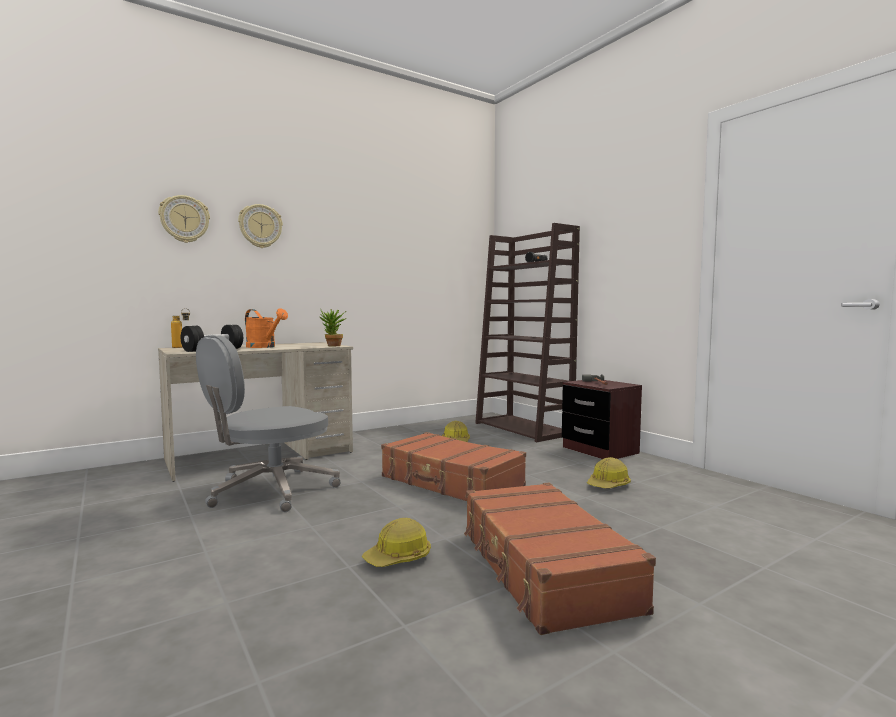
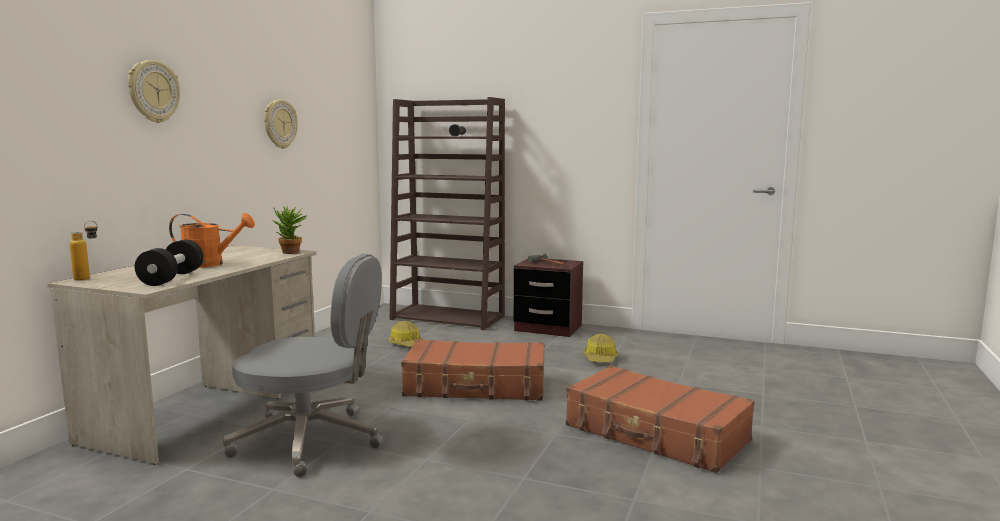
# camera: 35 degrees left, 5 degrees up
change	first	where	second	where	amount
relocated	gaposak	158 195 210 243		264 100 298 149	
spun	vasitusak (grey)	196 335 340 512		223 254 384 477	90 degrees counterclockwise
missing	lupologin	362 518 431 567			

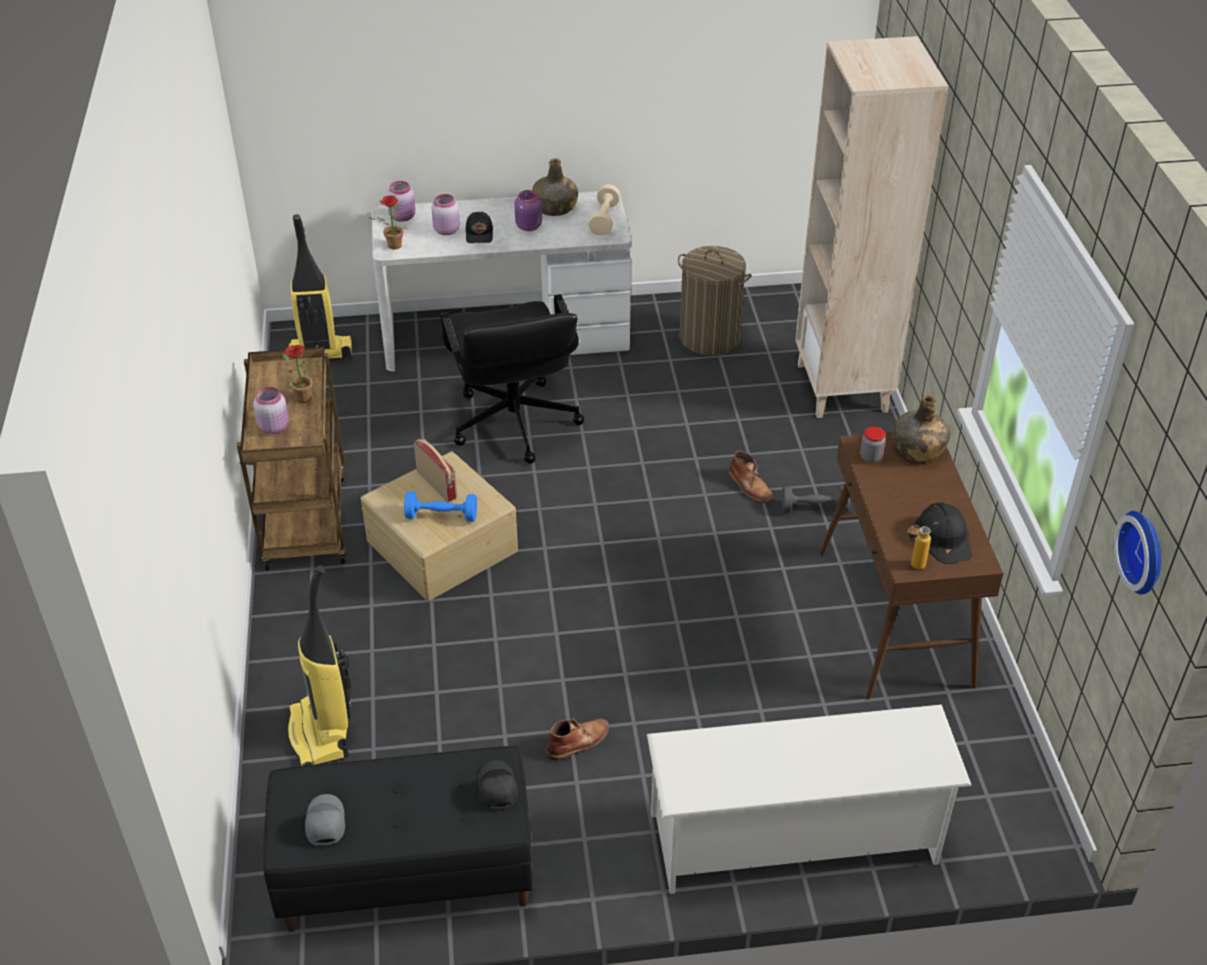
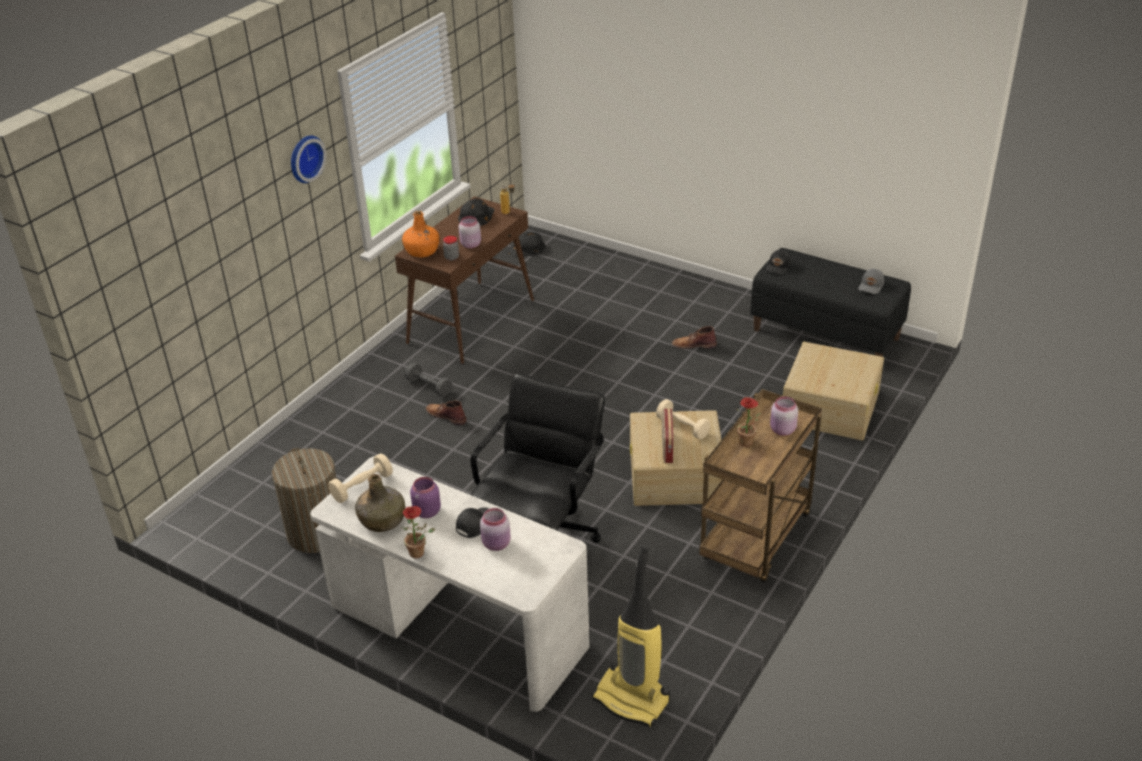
# camera: 140 degrees left, 5 degrees down
change	first	where	second	where	amount
exchanged	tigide	287 565 351 766	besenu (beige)	783 342 884 440	
relocated	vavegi	370 195 409 249		403 506 435 558	
relocated	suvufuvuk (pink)	387 181 415 222		458 216 481 248	
colour	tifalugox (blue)	404 491 477 522	tifalugox (beige)	656 399 710 439	
missing	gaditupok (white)	647 705 972 894			
spun	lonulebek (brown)	728 450 774 503		426 401 467 425	60 degrees counterclockwise
missing	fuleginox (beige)	795 36 948 418			
colour	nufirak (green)	893 395 950 462	nufirak (orange)	402 211 439 258	
relocated	gaposak	1114 511 1161 595		291 136 326 183	
appeared			lupologin (black)	507 232 546 257	

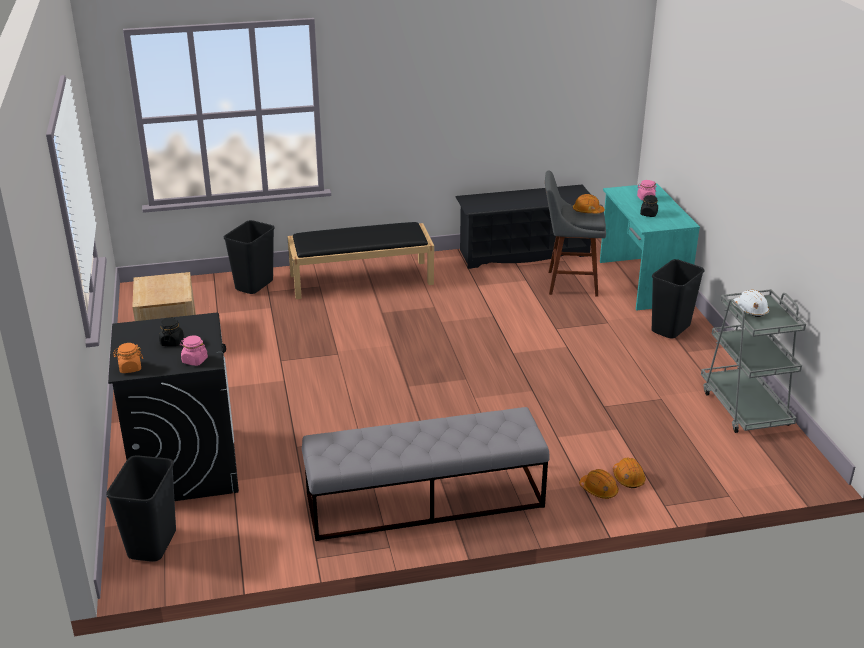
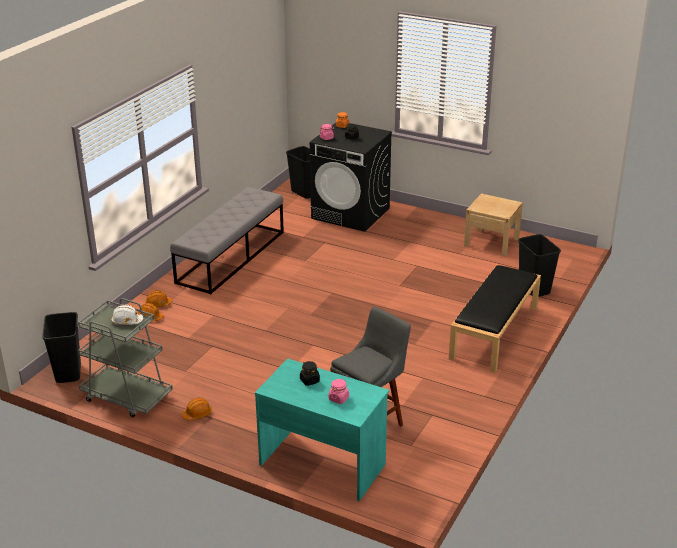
# camera: 130 degrees right, 0 degrees up
change	first	where	second	where	amount
missing	gaditupok (black)	456 185 591 269			
relocated	lupologin (orange)	573 194 605 213		182 398 212 421	
relocated	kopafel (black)	652 259 704 338		42 312 81 383	

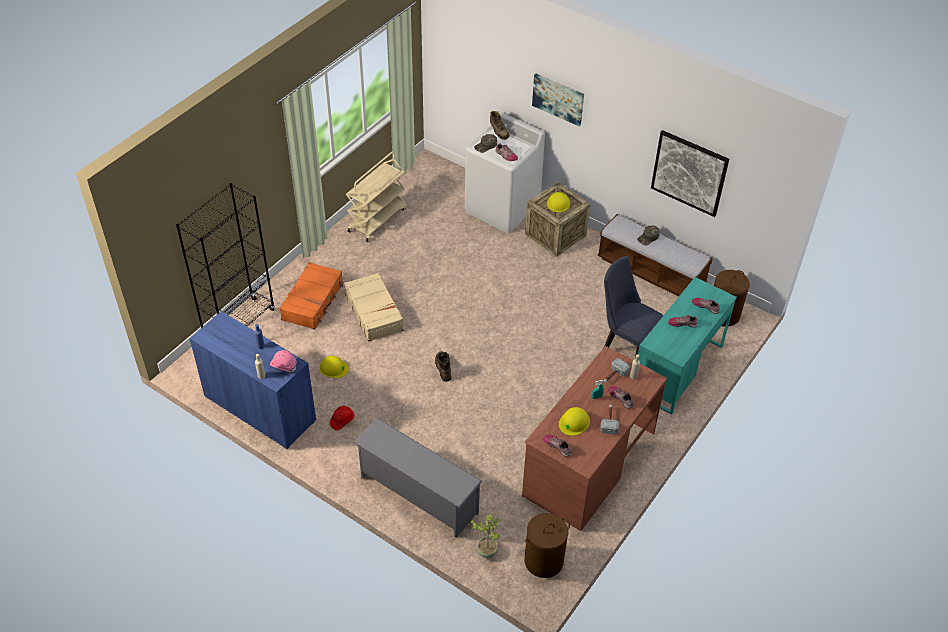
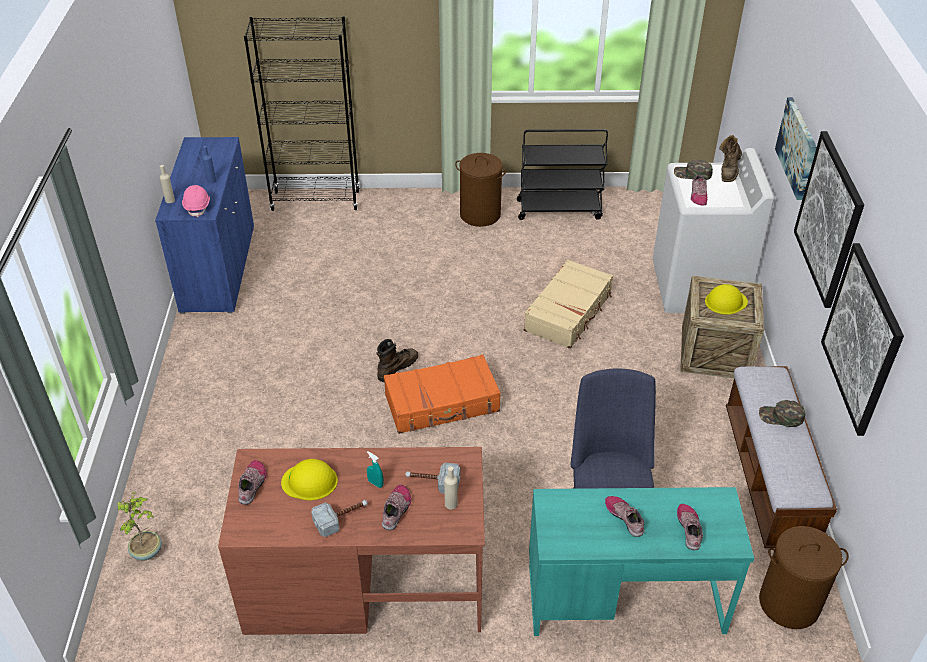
# camera: 55 degrees right, 5 degrees down
change	first	where	second	where	amount
relocated	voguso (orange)	279 262 343 330		384 355 501 434	
missing	lupologin (yellow)	319 356 349 378			
missing	lupologin (red)	330 406 355 430			
relocated	voguso (beige)	344 273 404 342		524 259 613 349	
colour	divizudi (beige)	346 151 406 242	divizudi (black)	517 129 608 220	
missing	gaditupok (grey)	353 418 482 538			
relocated	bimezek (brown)	524 513 570 578		455 153 506 227	
appeared			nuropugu	794 131 864 308	

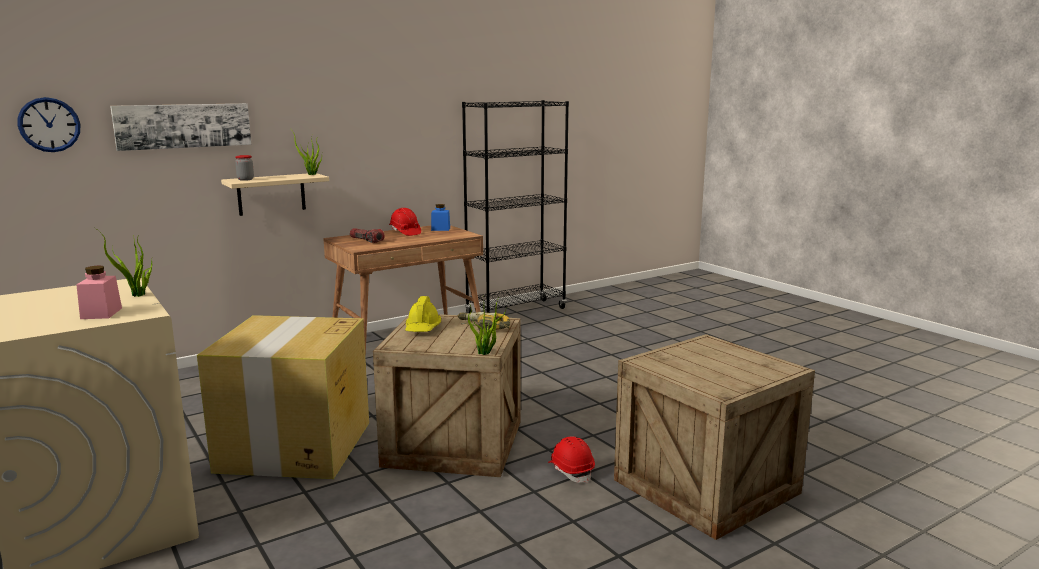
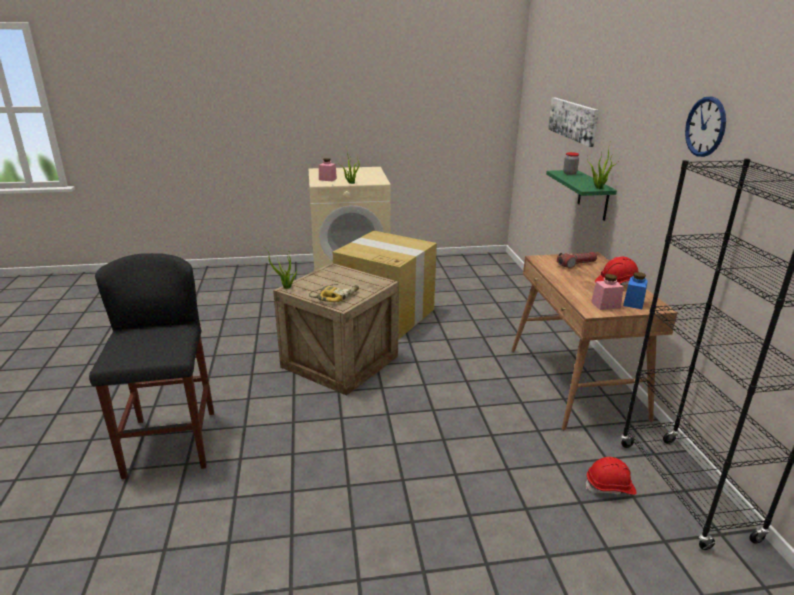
# camera: 115 degrees right, 10 degrees up
change	first	where	second	where	amount
relocated	gaposak	18 97 80 152		685 97 726 157	
colour	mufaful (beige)	221 173 329 216	mufaful (green)	546 170 617 221	
missing	lupologin (yellow)	405 296 441 332			
relocated	lupologin (red)	548 436 595 483		586 457 636 495	
exchanged	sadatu	614 334 815 540	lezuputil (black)	89 253 214 479	
appeared			suvufuvuk (pink)	591 274 624 310	

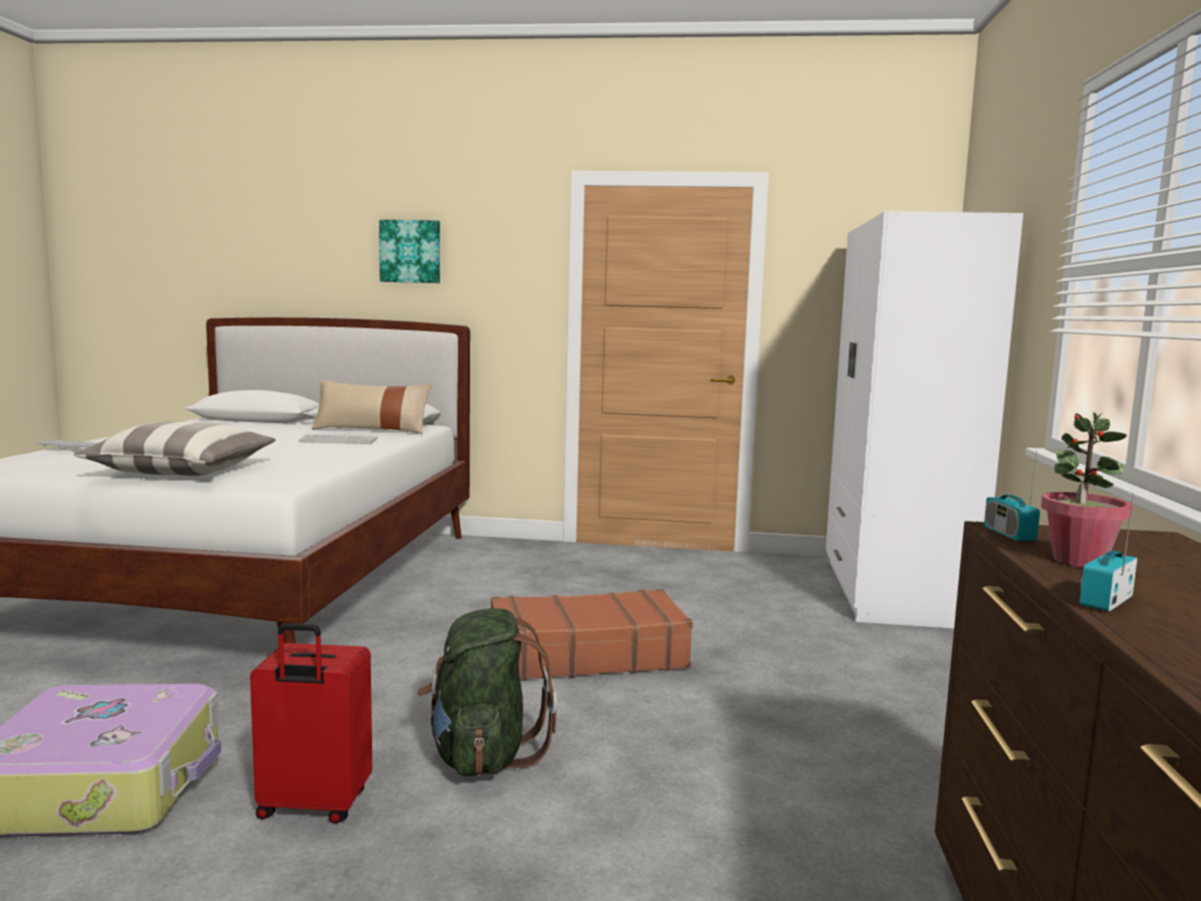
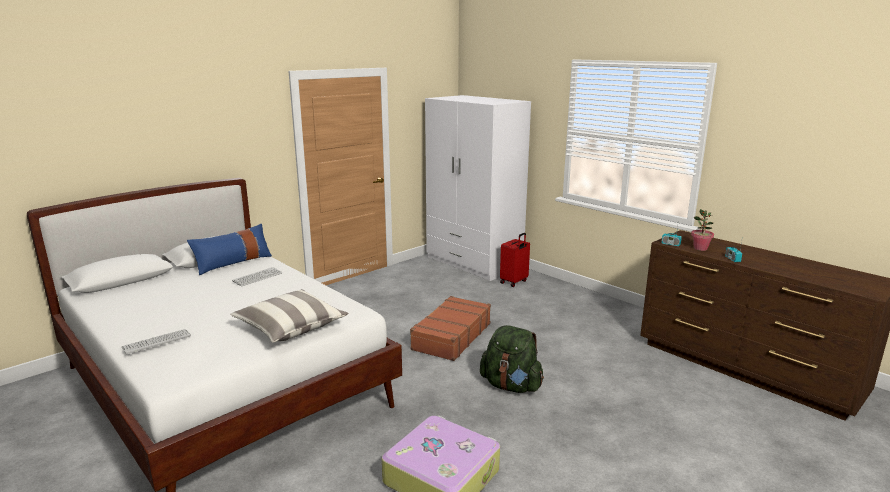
# camera: 50 degrees left, 10 degrees up
change	first	where	second	where	amount
relocated	voguso (red)	250 623 372 824		500 233 530 287	
colour	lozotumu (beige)	312 380 432 434	lozotumu (blue)	187 224 272 275	
missing	nuropugu	379 220 440 283			

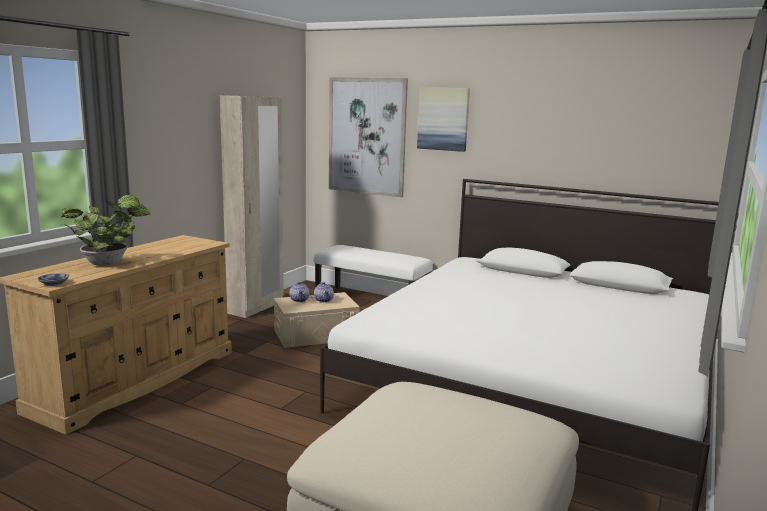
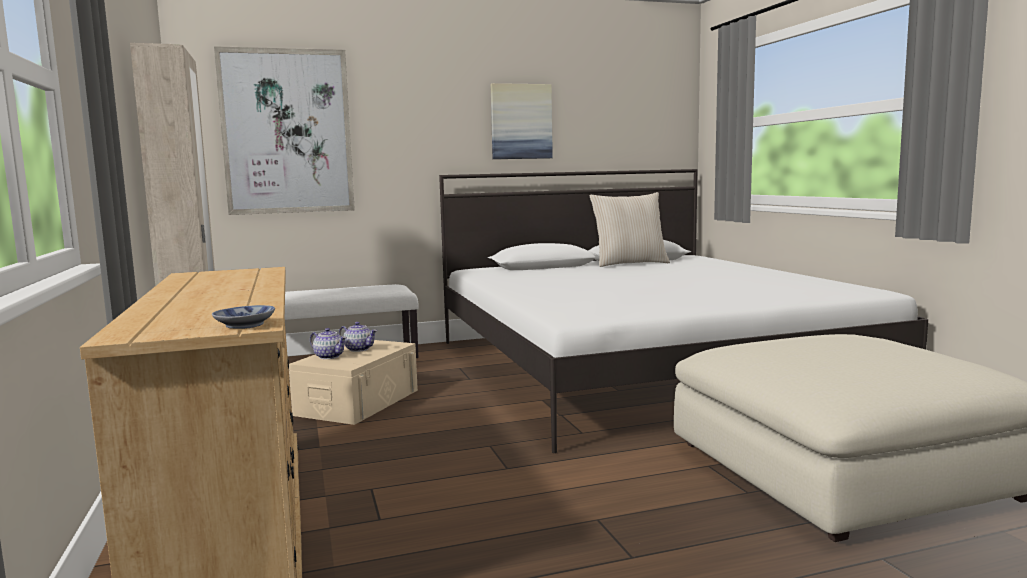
# camera: 45 degrees left, 5 degrees down
change	first	where	second	where	amount
missing	vavegi	60 195 150 266			
relocated	nuropugu	417 87 470 152		490 83 553 159	
appeared			lozotumu (beige)	590 192 670 267	

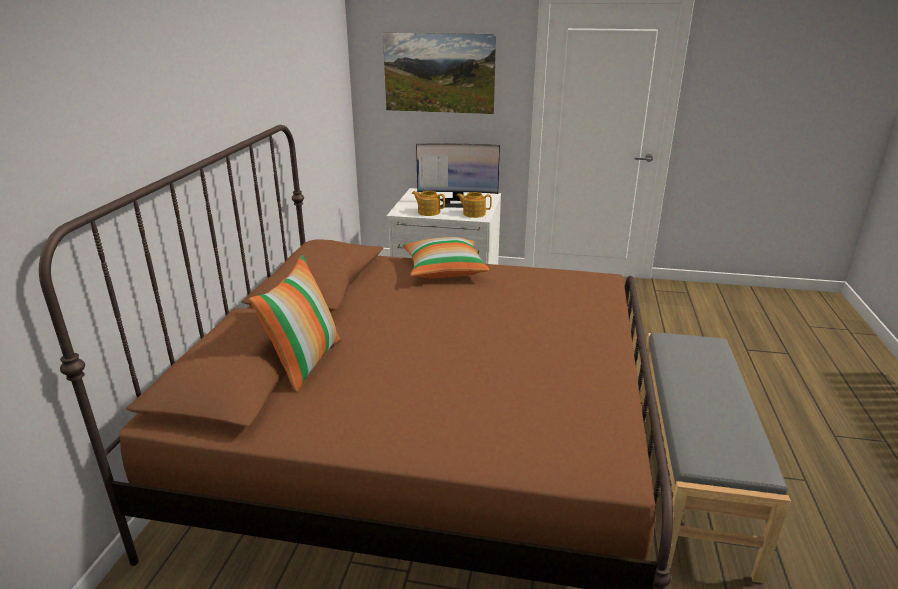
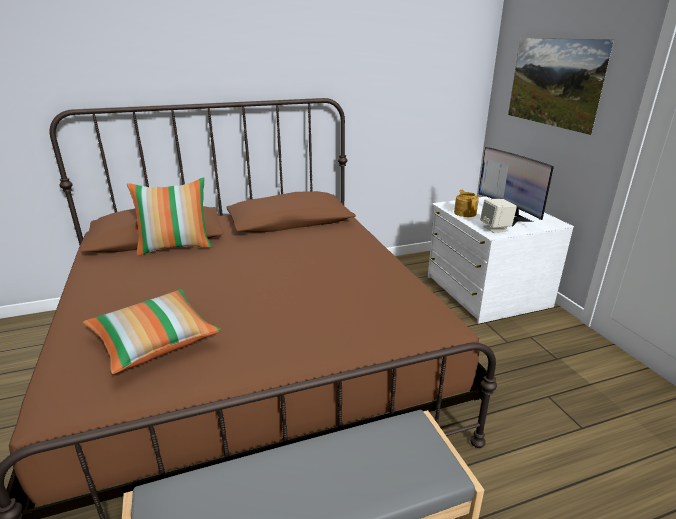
# camera: 60 degrees right, 0 degrees up
change	first	where	second	where	amount
relocated	lozotumu	403 237 490 279		83 289 221 374	
exchanged	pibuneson	456 192 492 218	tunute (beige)	480 199 517 233	

